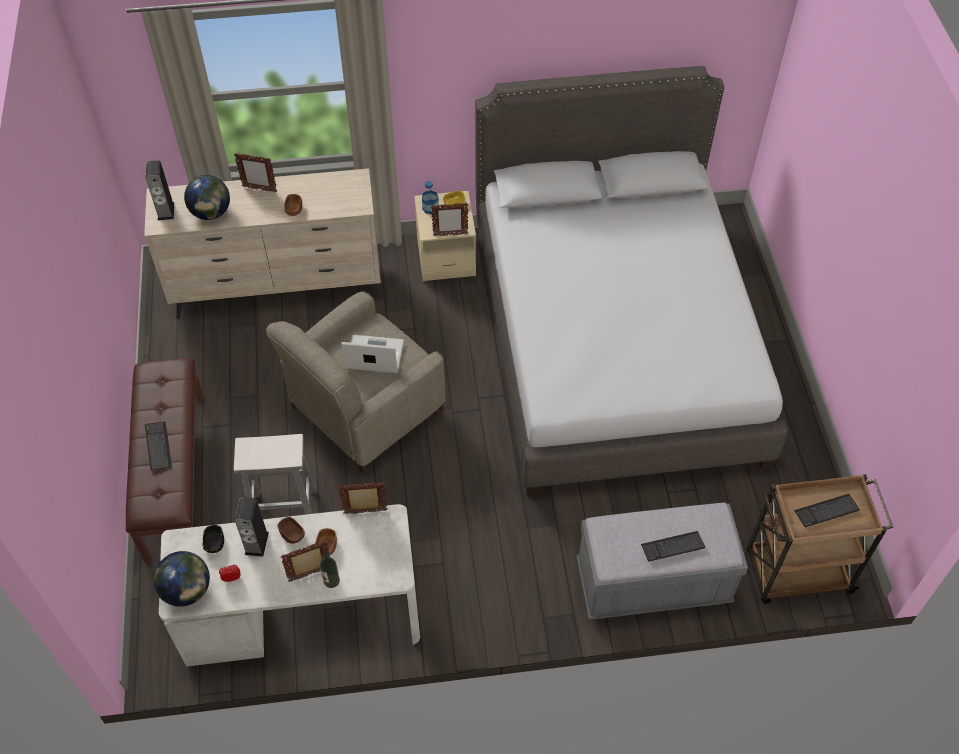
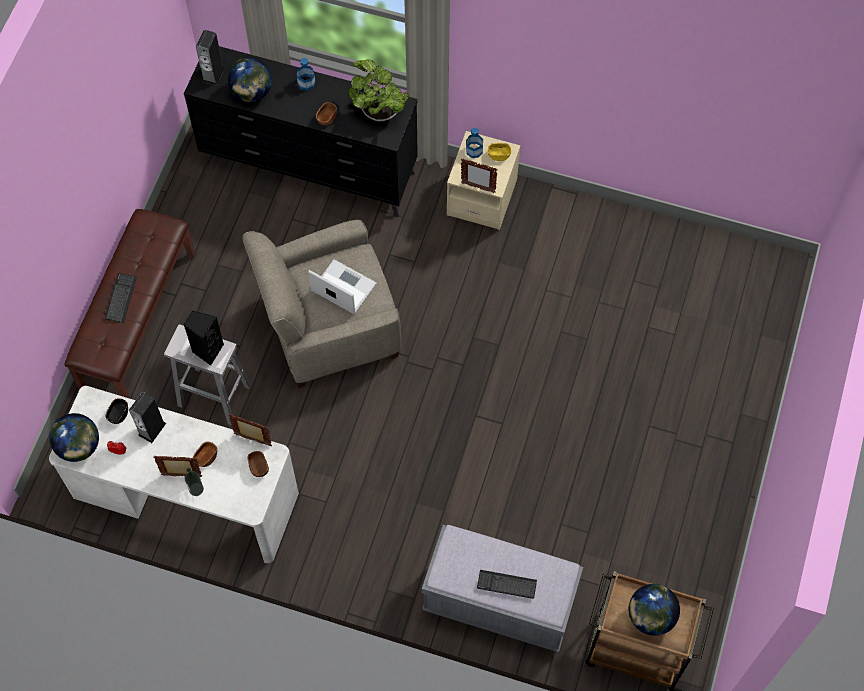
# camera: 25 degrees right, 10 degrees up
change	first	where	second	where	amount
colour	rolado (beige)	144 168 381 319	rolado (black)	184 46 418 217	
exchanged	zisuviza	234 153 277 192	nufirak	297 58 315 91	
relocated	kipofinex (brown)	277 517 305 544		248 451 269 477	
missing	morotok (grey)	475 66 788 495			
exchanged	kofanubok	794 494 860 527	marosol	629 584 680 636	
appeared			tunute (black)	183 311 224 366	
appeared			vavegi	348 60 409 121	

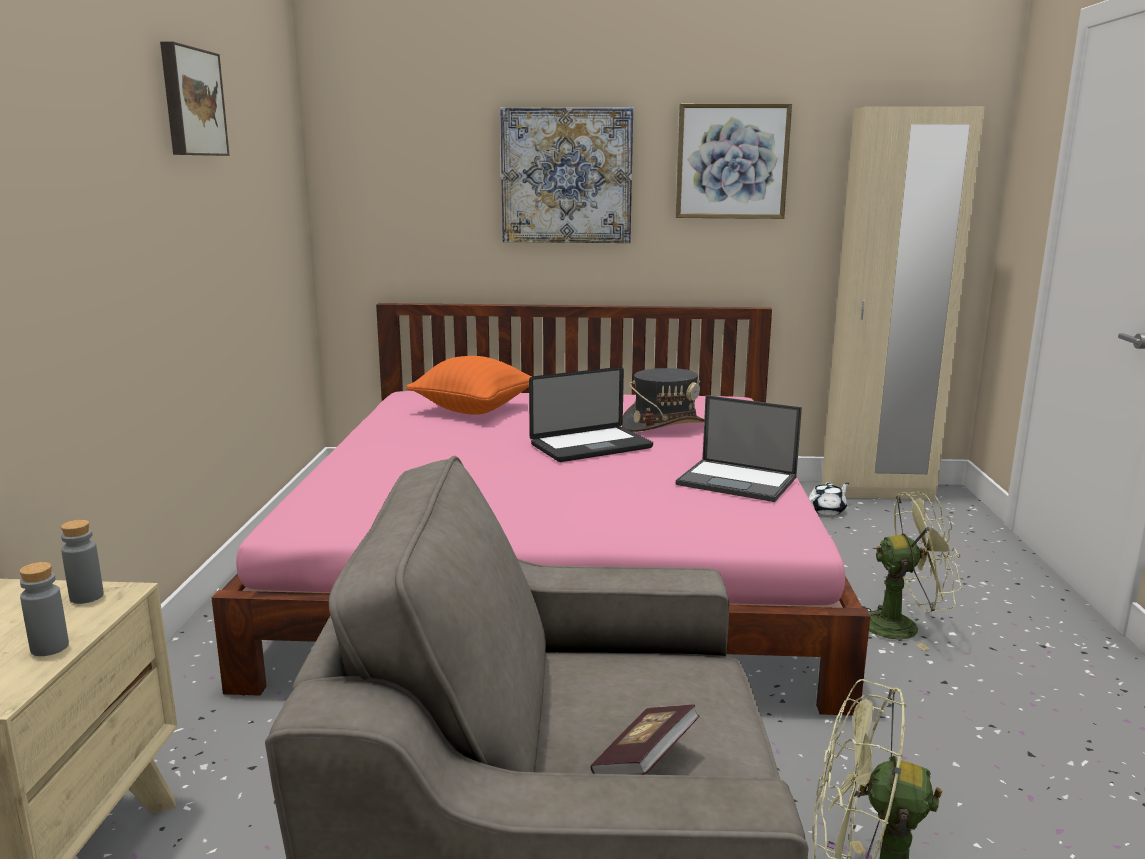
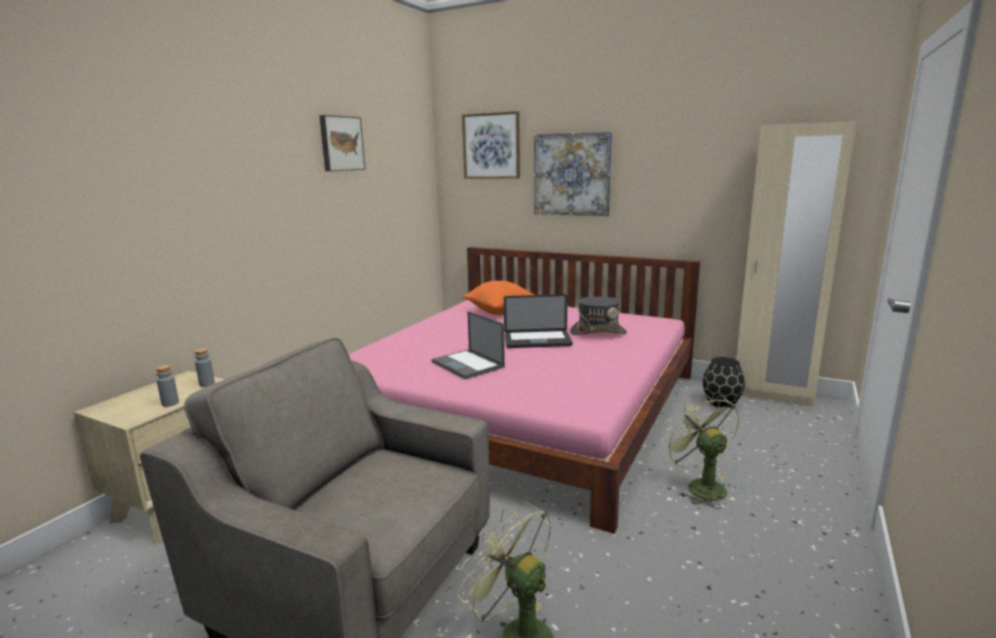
# camera: 25 degrees right, 0 degrees up
change	first	where	second	where	amount
missing	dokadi	590 704 699 775			
relocated	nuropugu	676 103 792 219		462 111 520 179	
relocated	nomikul	676 395 802 502		432 311 505 379	
exchanged	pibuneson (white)	809 483 849 515	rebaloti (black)	703 357 745 408	
spun	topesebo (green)	862 492 962 651		661 393 740 509	135 degrees counterclockwise

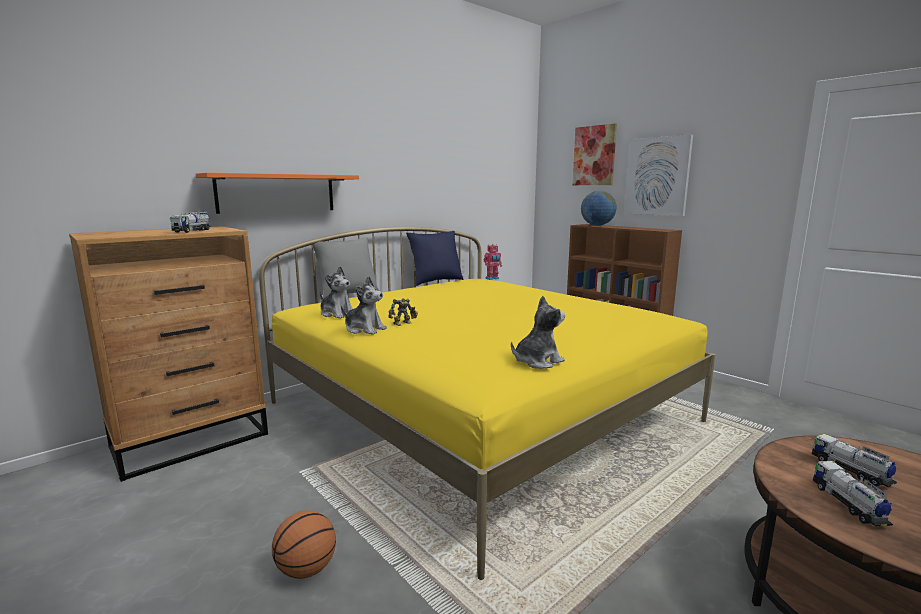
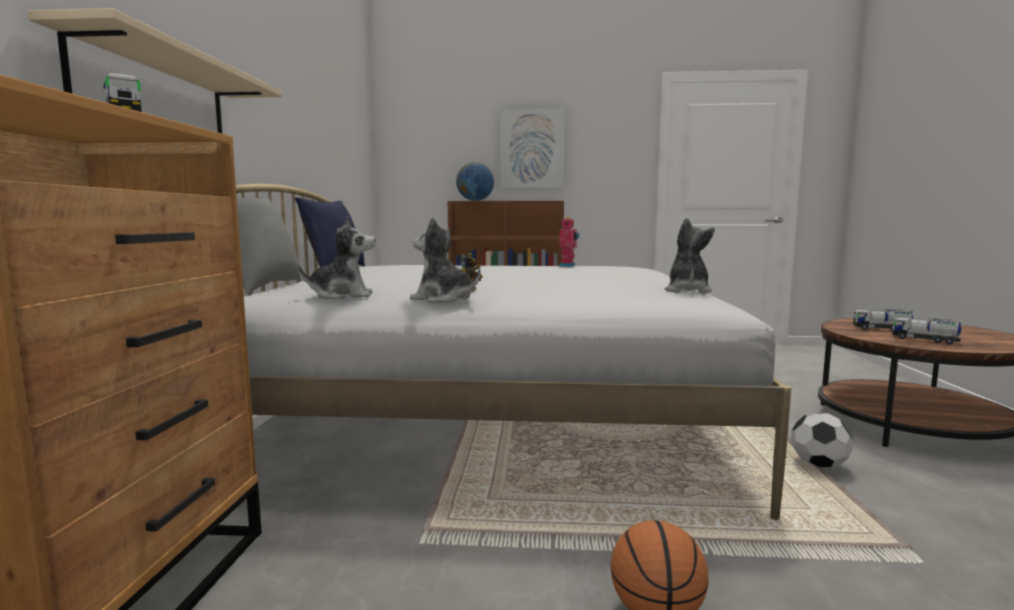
# camera: 45 degrees left, 5 degrees down
change	first	where	second	where	amount
colour	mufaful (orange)	195 172 359 214	mufaful (beige)	28 8 282 133	
colour	morotok (yellow)	259 227 715 580	morotok (white)	236 184 791 520	
spun	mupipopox	341 276 387 335		410 217 480 303	135 degrees counterclockwise
relocated	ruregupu	484 244 502 280		559 217 579 267	
missing	nuropugu	572 123 617 185			
appeared			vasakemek	791 413 853 467	

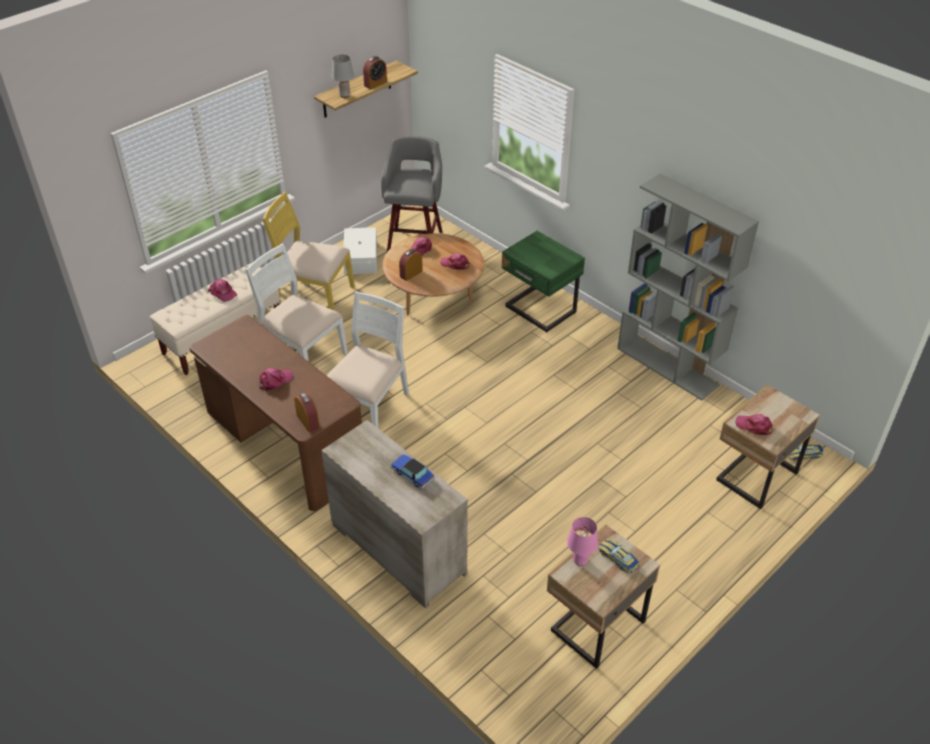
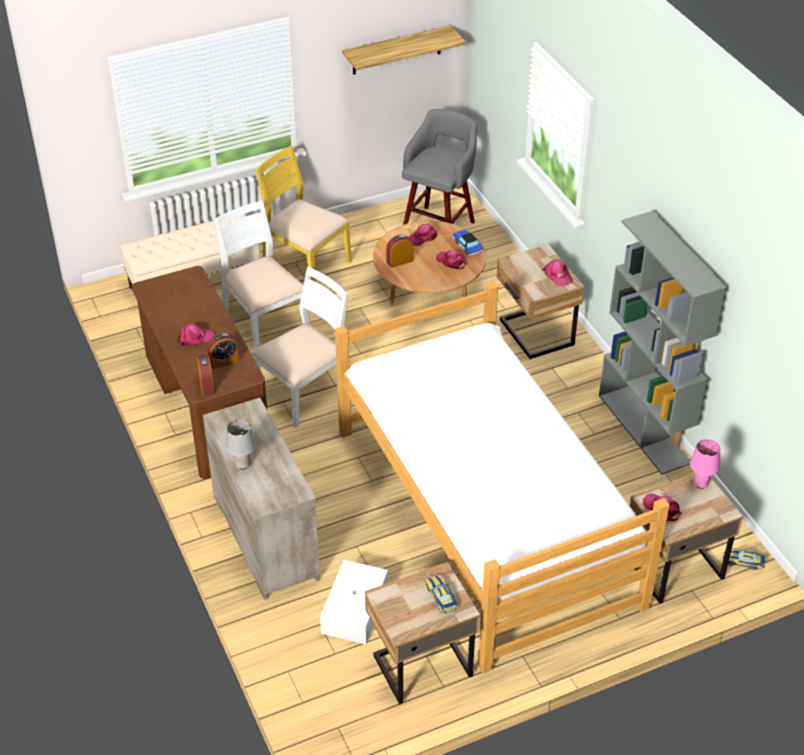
# camera: 20 degrees right, 0 degrees up
change	first	where	second	where	amount
relocated	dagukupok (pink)	208 279 237 302		543 259 573 286	
relocated	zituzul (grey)	332 55 354 98		226 419 256 469	
relocated	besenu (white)	344 227 377 274		320 560 388 645	
relocated	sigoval	363 56 387 89		207 332 240 369	
relocated	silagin	391 454 435 489		452 229 483 256	
colour	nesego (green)	502 231 585 333	nesego (beige)	496 244 584 359	
relocated	zituzul (pink)	567 517 598 566		690 439 720 489	
appeared			morotok	335 281 670 673	

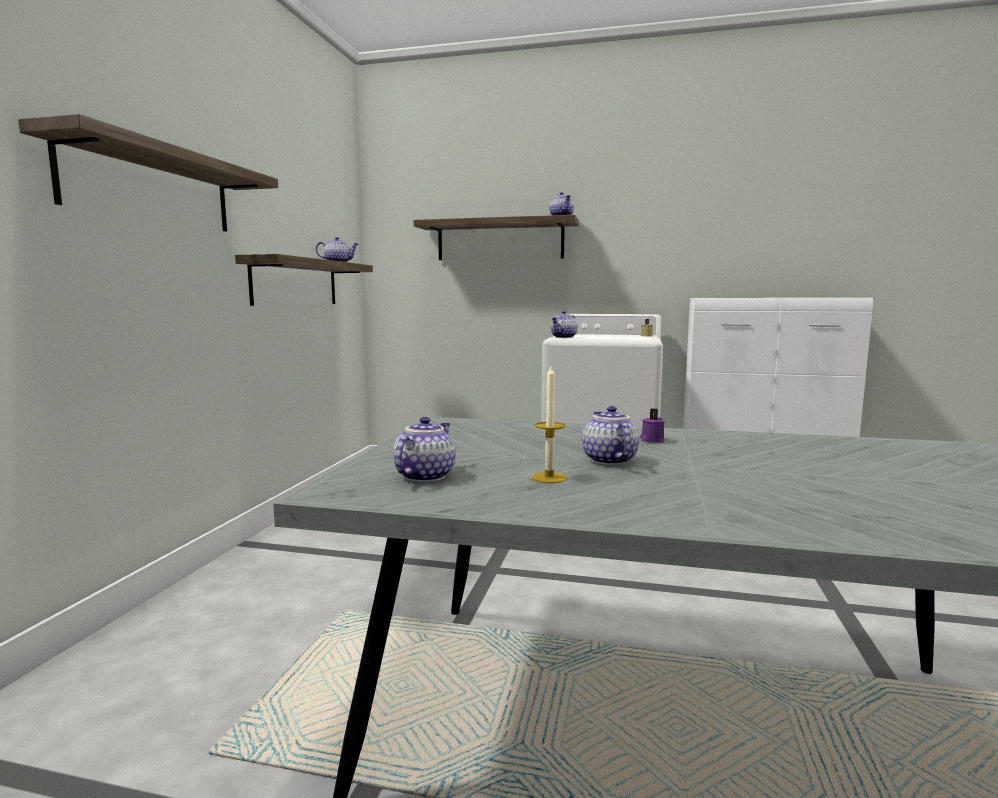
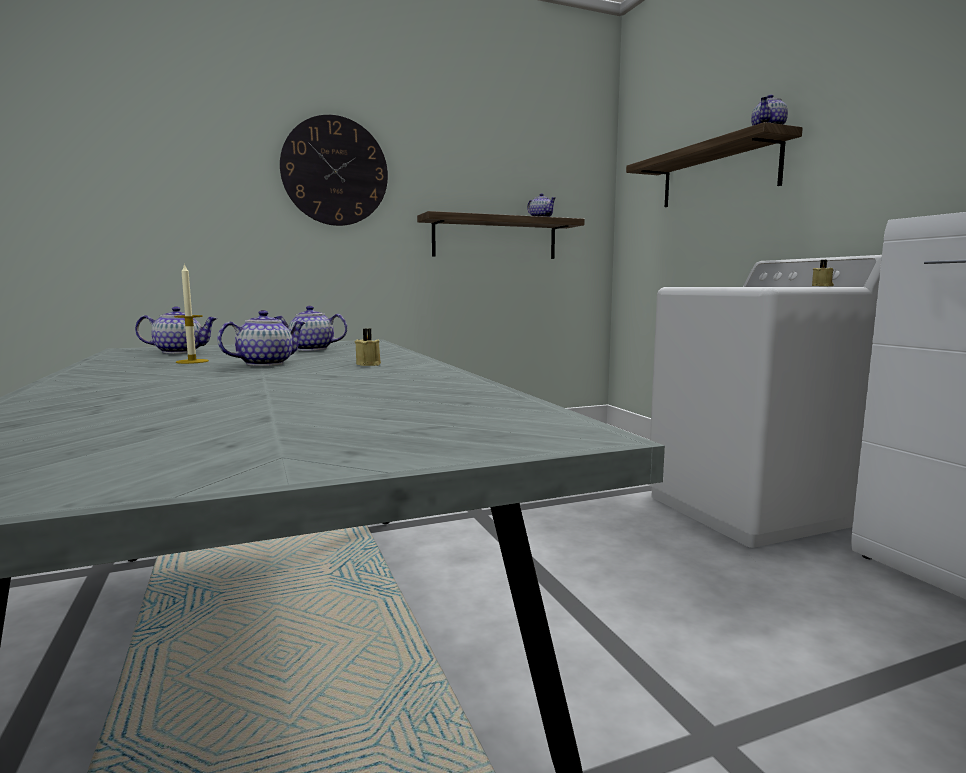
# camera: 55 degrees right, 0 degrees up
change	first	where	second	where	amount
exchanged	mufaful	18 114 278 232	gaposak	280 115 388 226	
relocated	pibuneson	551 311 578 338		274 306 347 351	
colour	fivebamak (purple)	640 408 664 443	fivebamak (beige)	354 328 381 366	

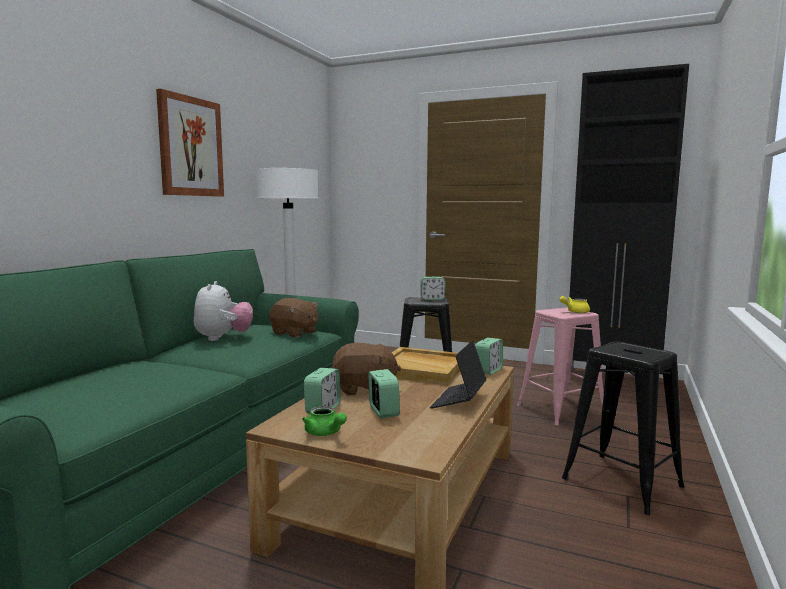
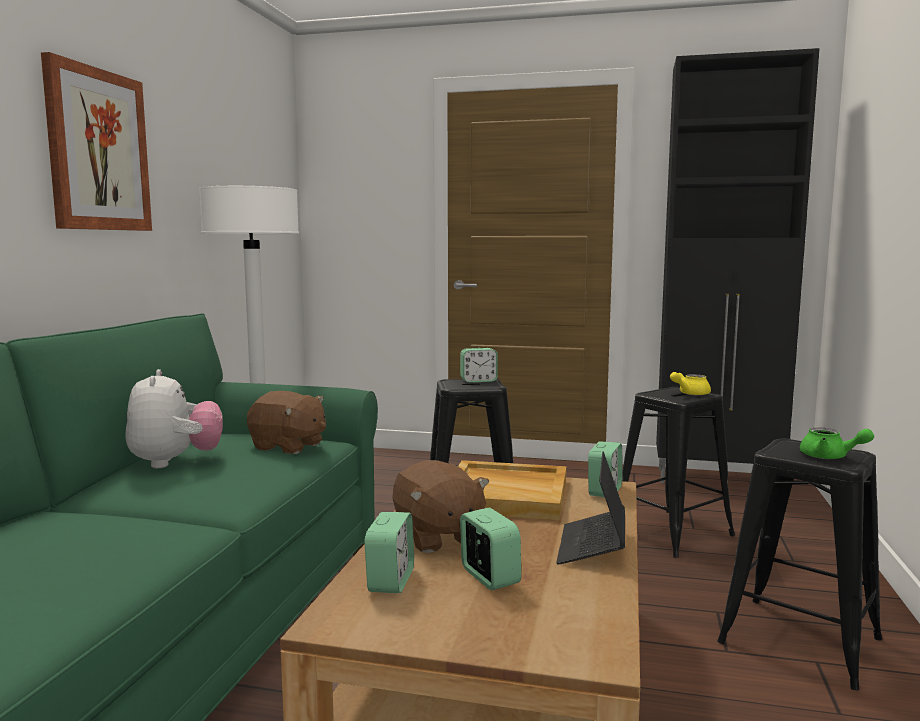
# camera: 10 degrees left, 0 degrees up
change	first	where	second	where	amount
relocated	pibuneson (green)	302 406 347 436		800 427 874 459	
spun	mupipopox (brown)	332 343 401 395		392 460 490 553	75 degrees clockwise
colour	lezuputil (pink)	517 307 604 425	lezuputil (black)	622 387 735 558	

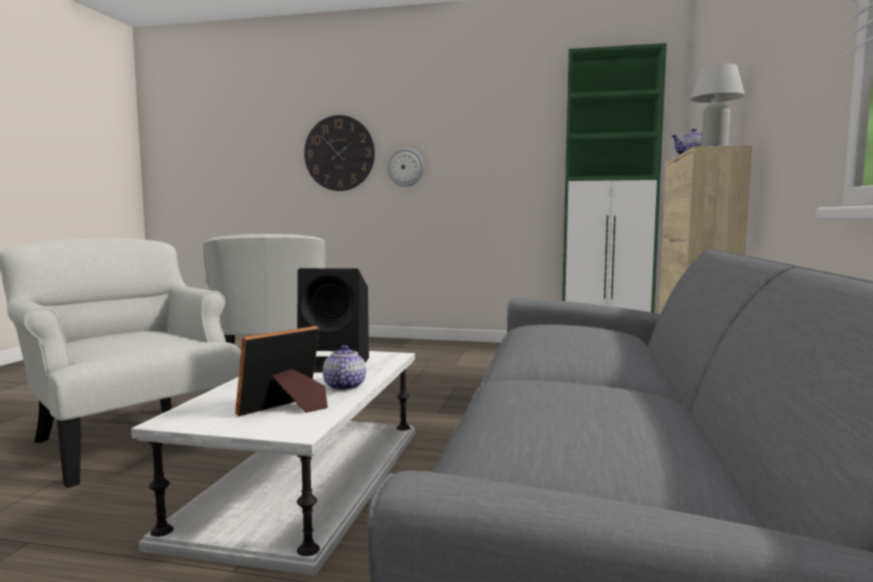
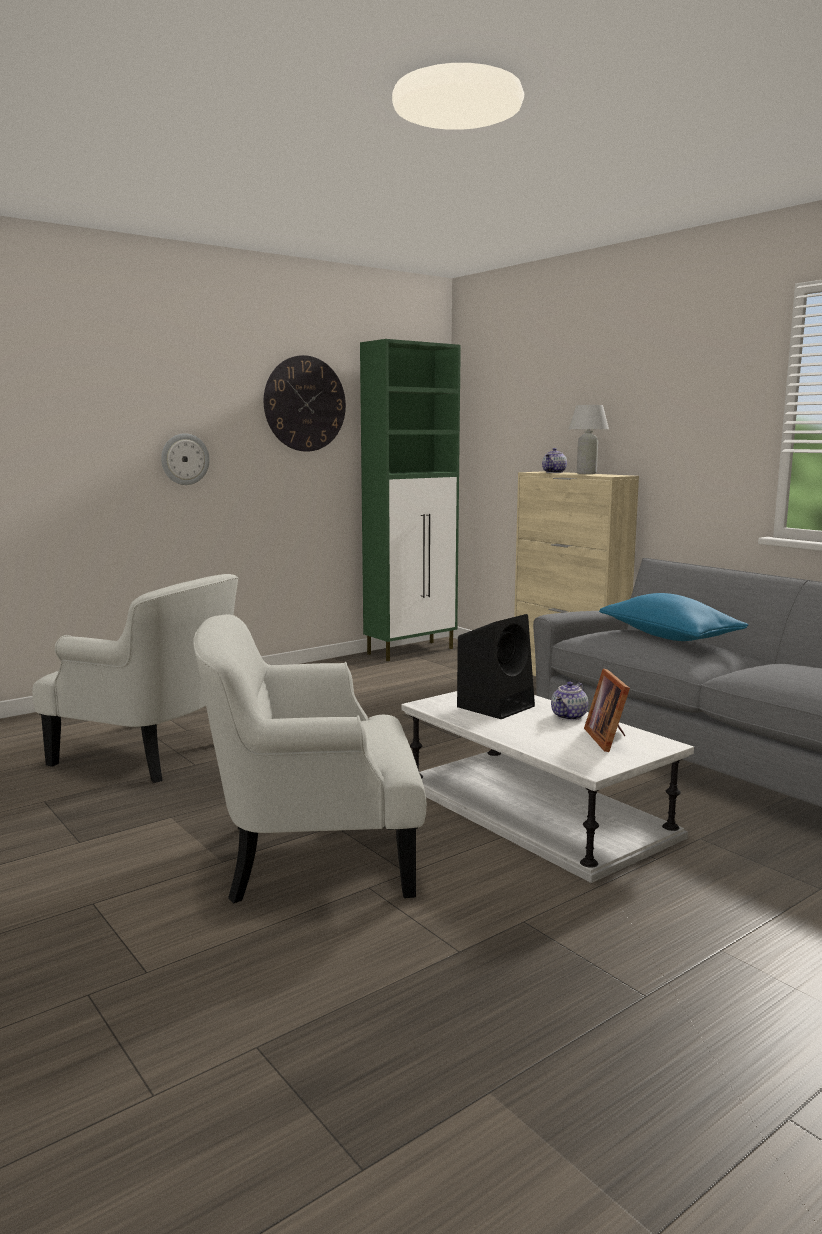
# camera: 50 degrees left, 5 degrees up
change	first	where	second	where	amount
relocated	gaposak	304 115 375 191		264 355 346 452	
spun	pibuneson	323 345 366 390		551 682 588 720	90 degrees counterclockwise
appeared			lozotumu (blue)	599 593 748 641	

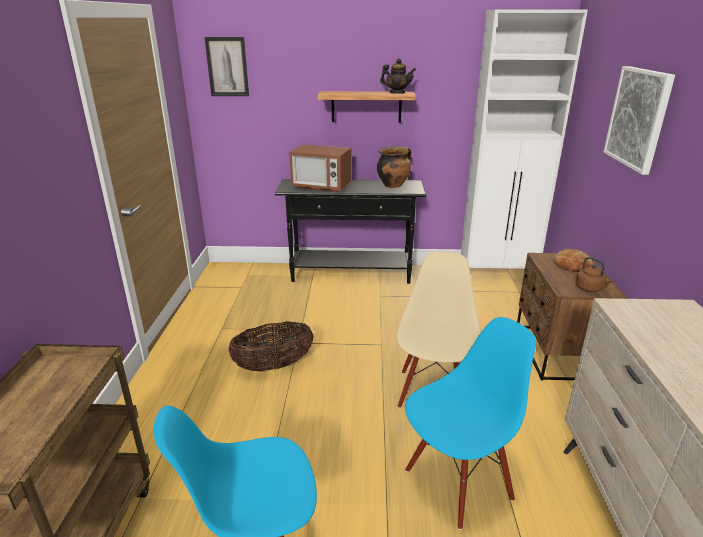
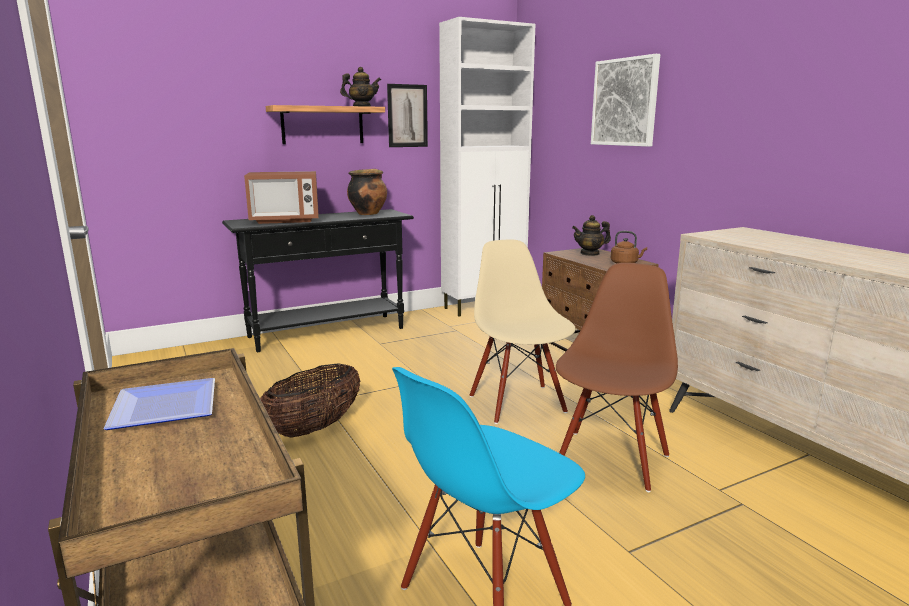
# camera: 30 degrees left, 10 degrees down
change	first	where	second	where	amount
relocated	nuropugu	205 37 249 96		387 84 428 147	
colour	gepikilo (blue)	405 317 536 530	gepikilo (brown)	556 263 678 492	
exchanged	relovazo	554 249 593 272	pibuneson	572 215 611 256	
appeared			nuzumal	104 378 215 430	

